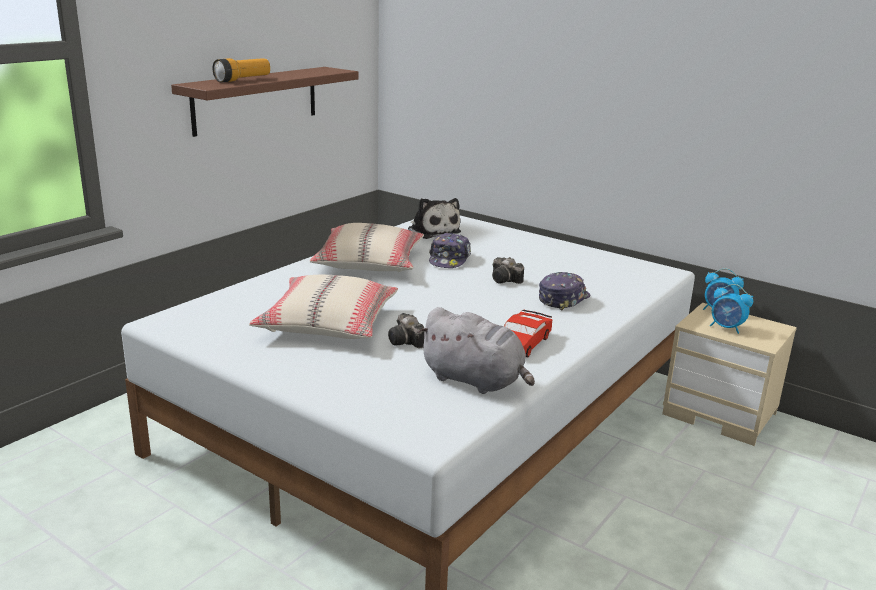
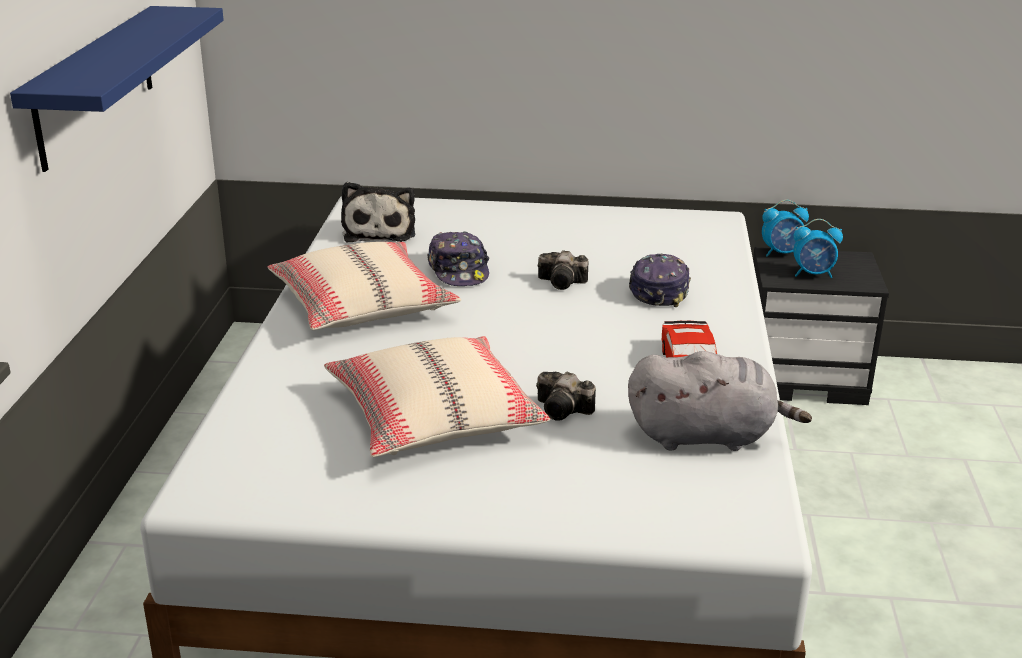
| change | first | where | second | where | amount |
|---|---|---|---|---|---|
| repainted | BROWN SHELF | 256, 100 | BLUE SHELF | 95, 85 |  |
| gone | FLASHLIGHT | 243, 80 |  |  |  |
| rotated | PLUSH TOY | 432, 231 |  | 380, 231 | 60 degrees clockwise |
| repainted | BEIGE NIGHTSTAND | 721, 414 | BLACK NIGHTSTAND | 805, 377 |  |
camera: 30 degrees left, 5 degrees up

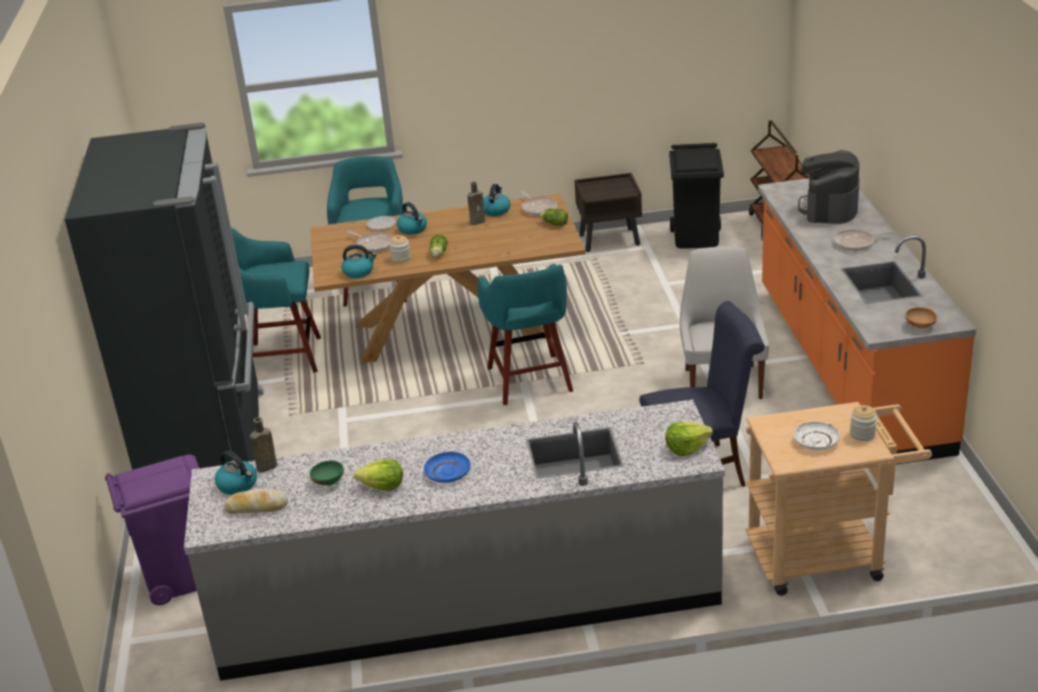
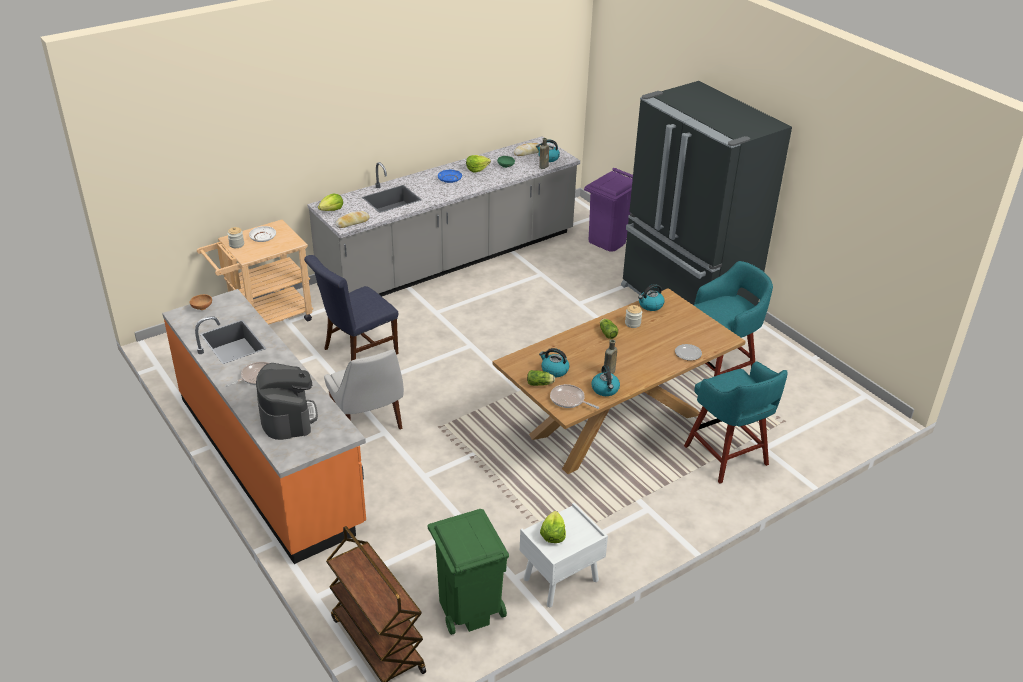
| change | first | where | second | where | amount |
|---|---|---|---|---|---|
| gone | FRYING PAN | 373, 245 |  |  |  |
| shifted | KETTLE | 413, 229 |  | 554, 370 |  |
| gone | TURQUOISE STOOL | 530, 381 |  |  |  |
| repainted | BROWN NIGHTSTAND | 610, 240 | WHITE NIGHTSTAND | 560, 580 |  |
| repainted | BLACK TRASH CAN | 696, 237 | GREEN TRASH CAN | 468, 608 |  |
| new |  |  | BREAD | 352, 222 |  |
| new |  |  | LETTUCE | 552, 534 |  |
camera: 150 degrees right, 5 degrees up

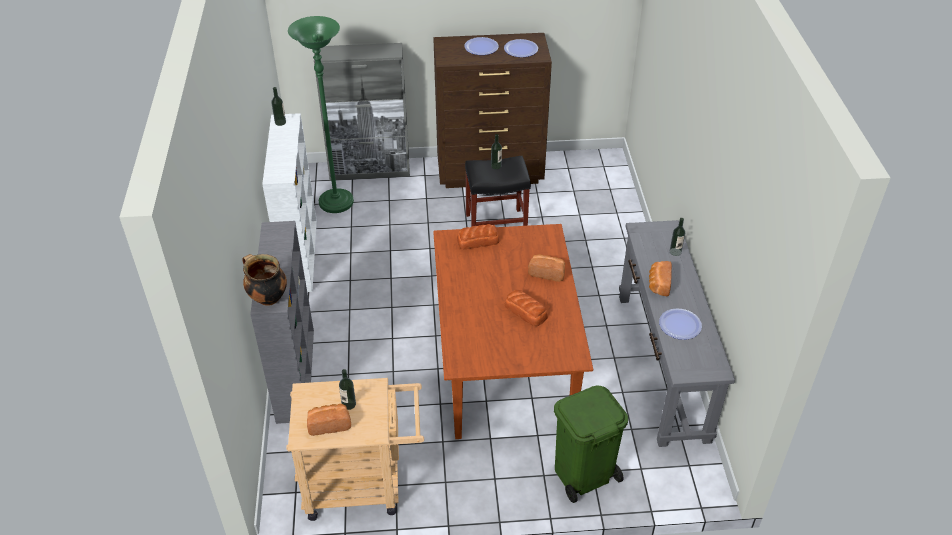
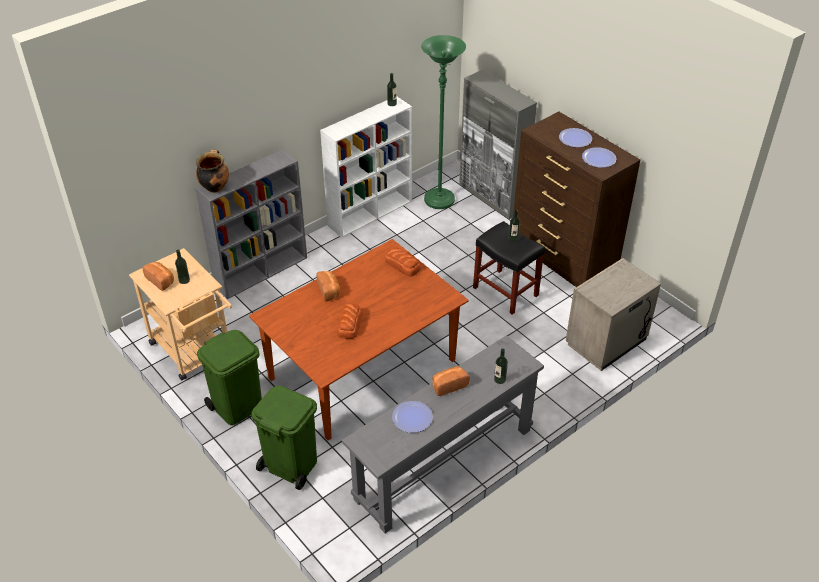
| change | first | where | second | where | amount |
|---|---|---|---|---|---|
| shifted | BREAD | 547, 273 |  | 329, 291 |  |
| new |  |  | GREEN TRASH CAN | 238, 406 |  |
| new |  |  | BEIGE NIGHTSTAND | 607, 342 |  |
camera: 55 degrees right, 0 degrees up

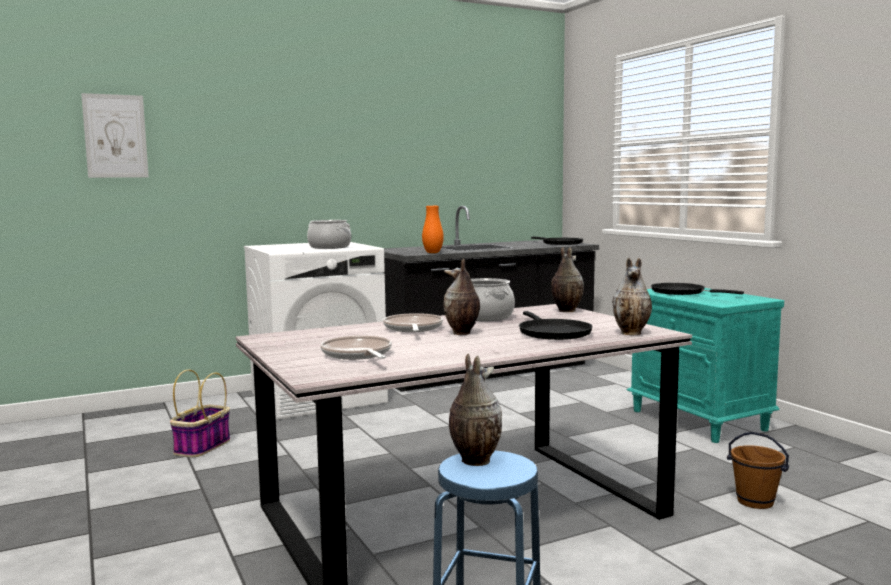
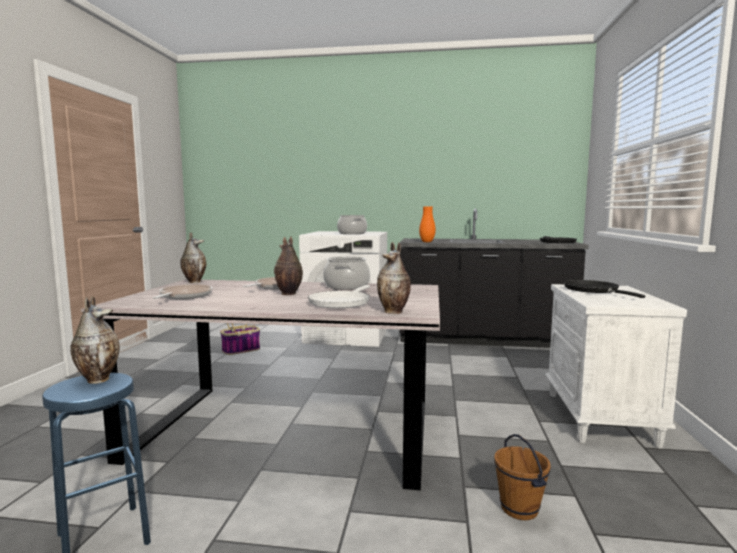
| change | first | where | second | where | amount |
|---|---|---|---|---|---|
| gone | PICTURE | 115, 136 |  |  |  |
| repainted | BLACK FRYING PAN | 552, 333 | WHITE FRYING PAN | 341, 302 |  |
| shifted | VASE | 565, 311 |  | 194, 281 |  |
| repainted | TURQUOISE NIGHTSTAND | 699, 420 | WHITE NIGHTSTAND | 600, 418 |  |
camera: 35 degrees right, 0 degrees up

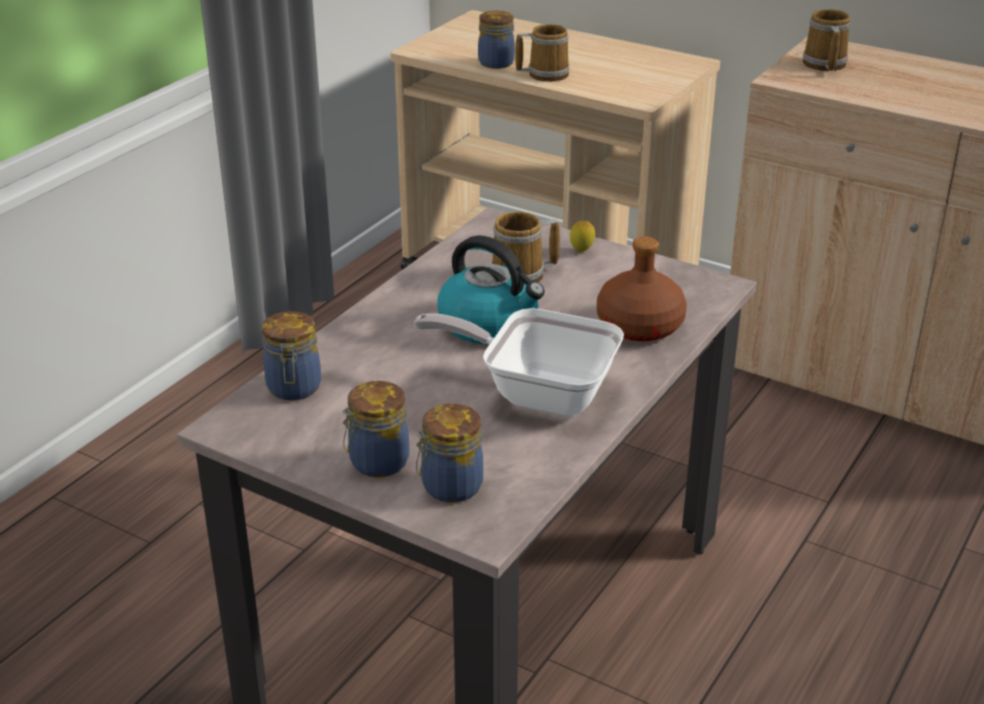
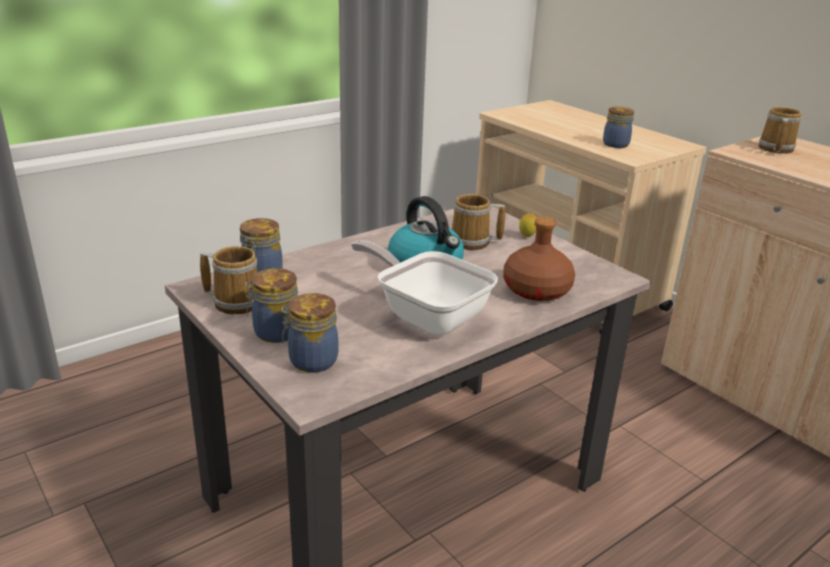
| change | first | where | second | where | amount |
|---|---|---|---|---|---|
| shifted | JAR | 496, 62 |  | 615, 144 |  |
| shifted | MUG | 545, 74 |  | 235, 301 |  |
camera: 20 degrees right, 5 degrees down

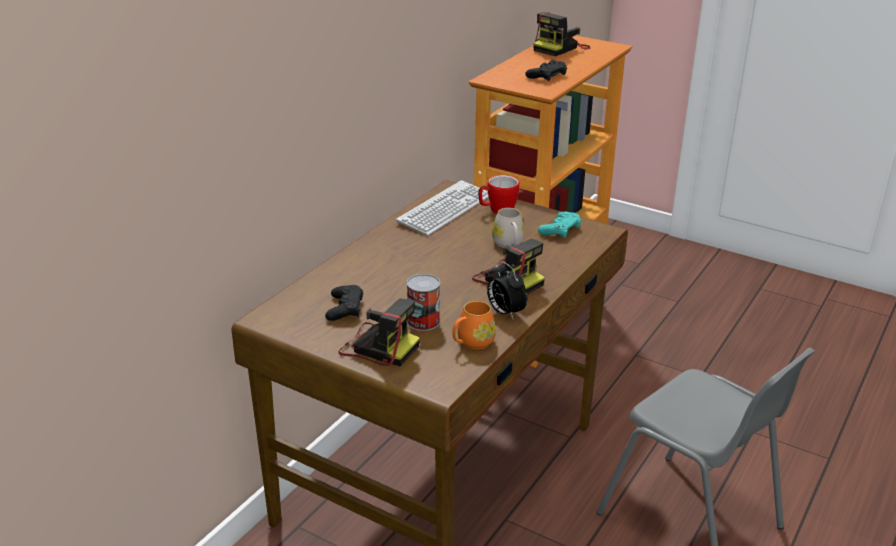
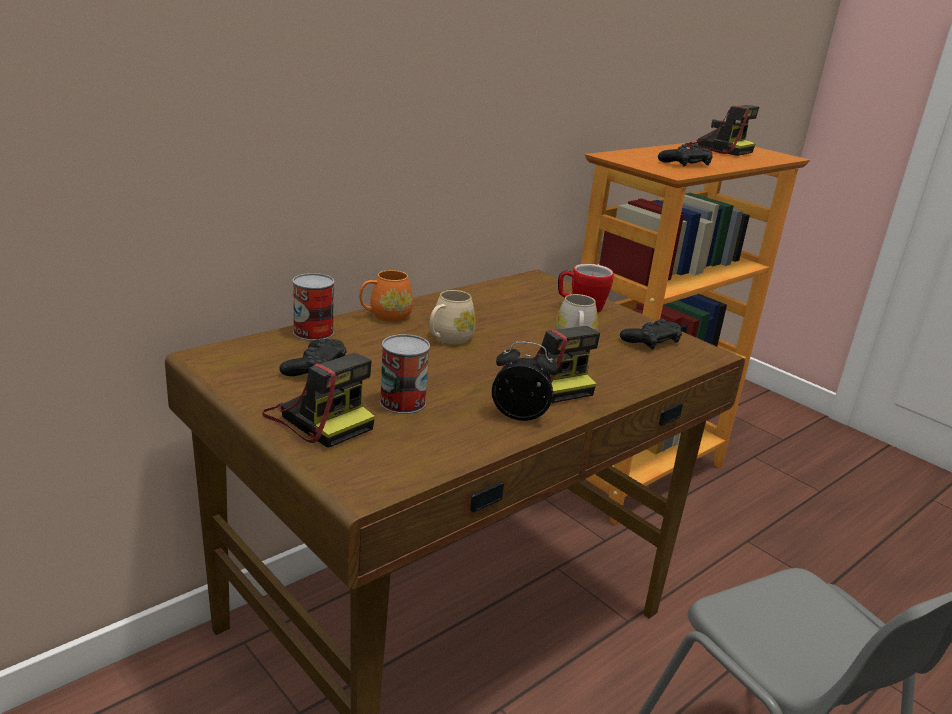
| change | first | where | second | where | amount |
|---|---|---|---|---|---|
| gone | KEYBOARD | 445, 209 |  |  |  |
| shifted | ORANGE MUG | 472, 343 |  | 385, 316 |  |
| rotated | ALARM CLOCK | 505, 312 |  | 520, 416 | 120 degrees clockwise |
| rotated | PHOTO CAMERA | 560, 48 |  | 717, 149 | 105 degrees counterclockwise |
| repainted | TURQUOISE GAME CONTROLLER | 560, 230 | BLACK GAME CONTROLLER | 651, 341 |  |
| new |  |  | CAN | 313, 332 |  |
| new |  |  | BEIGE MUG | 448, 339 |  |
camera: 15 degrees right, 5 degrees down

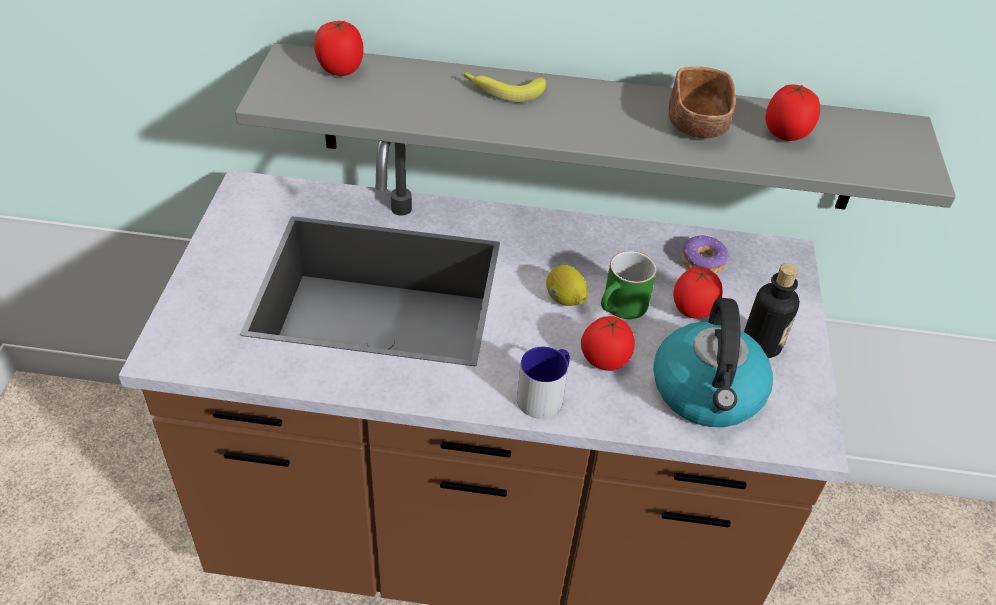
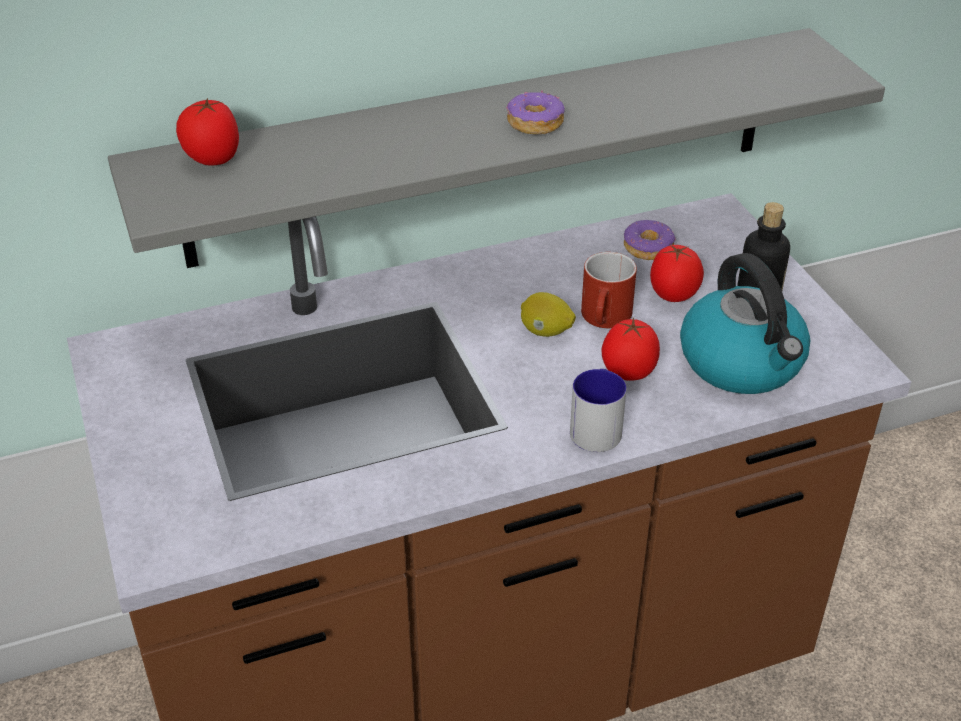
| change | first | where | second | where | amount |
|---|---|---|---|---|---|
| gone | BANANA | 501, 90 |  |  |  |
| repainted | GREEN MUG | 621, 309 | RED MUG | 606, 319 |  |
| gone | BROWN BOWL | 697, 123 |  |  |  |
| gone | TOMATO | 785, 135 |  |  |  |
| new |  |  | DONUT | 534, 123 |  |
camera: 25 degrees left, 5 degrees down

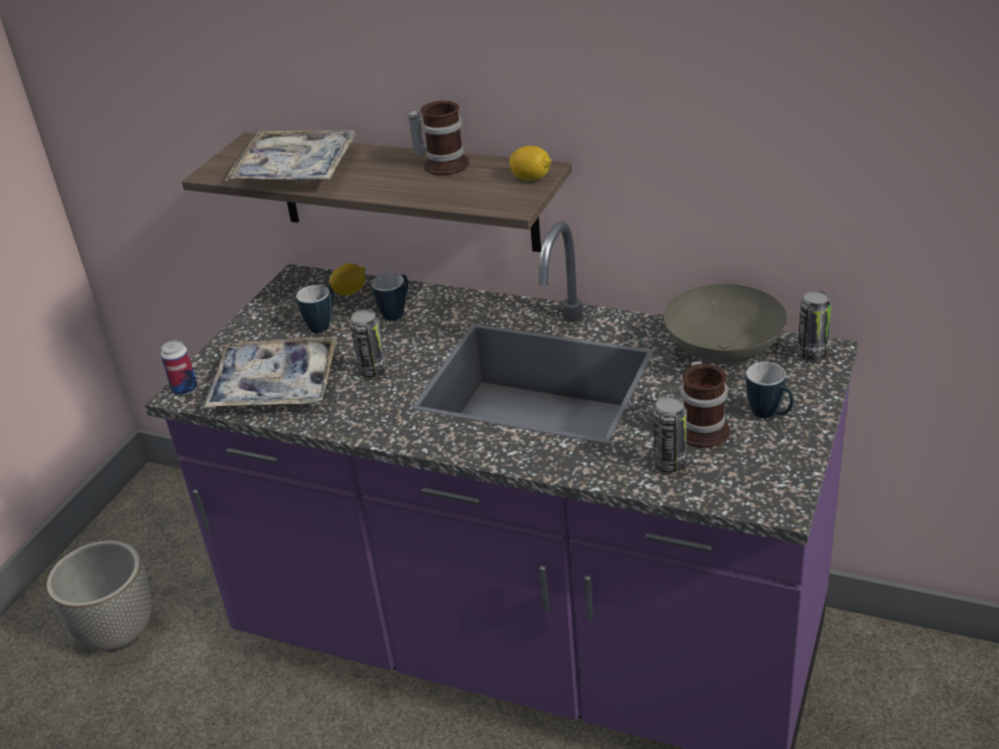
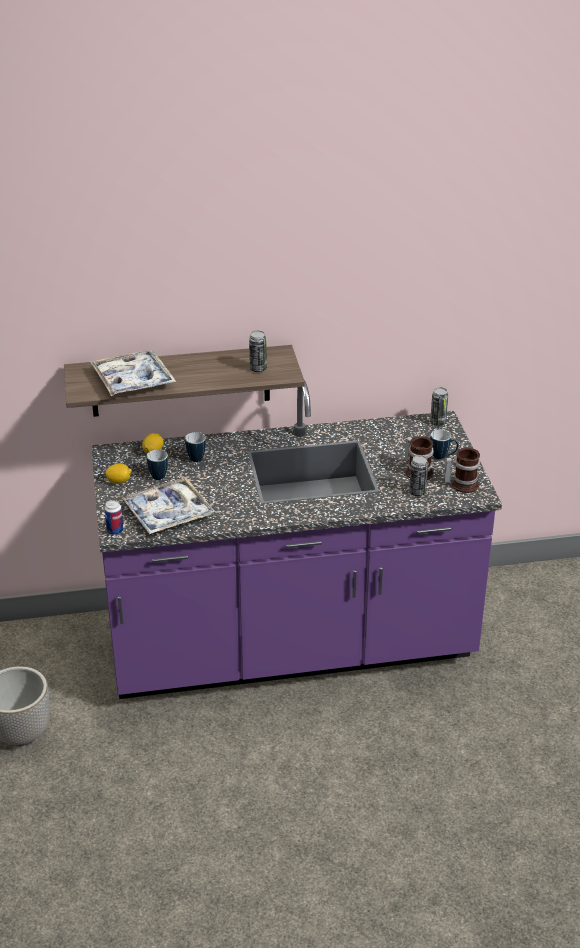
| change | first | where | second | where | amount |
|---|---|---|---|---|---|
| shifted | CAN | 373, 371 |  | 258, 369 |  |
| shifted | MUG | 443, 163 |  | 461, 484 |  |
| shifted | LEMON | 531, 178 |  | 119, 481 |  |
| gone | GREY BOWL | 725, 353 |  |  |  |
camera: 35 degrees left, 0 degrees up

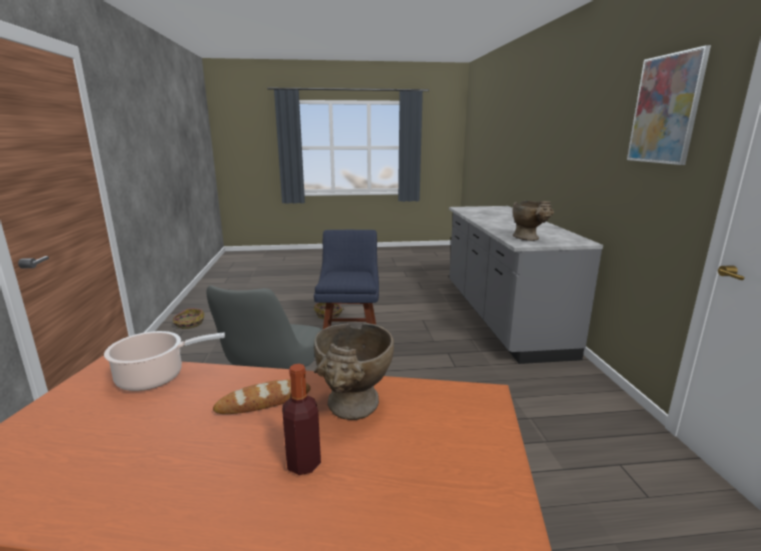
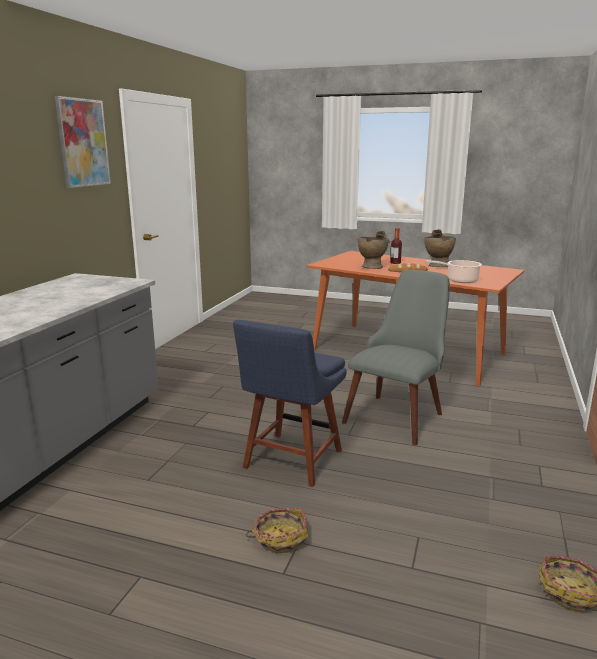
| change | first | where | second | where | amount |
|---|---|---|---|---|---|
| shifted | BEIGE VASE | 530, 239 |  | 437, 265 |  |
camera: 155 degrees left, 0 degrees up

